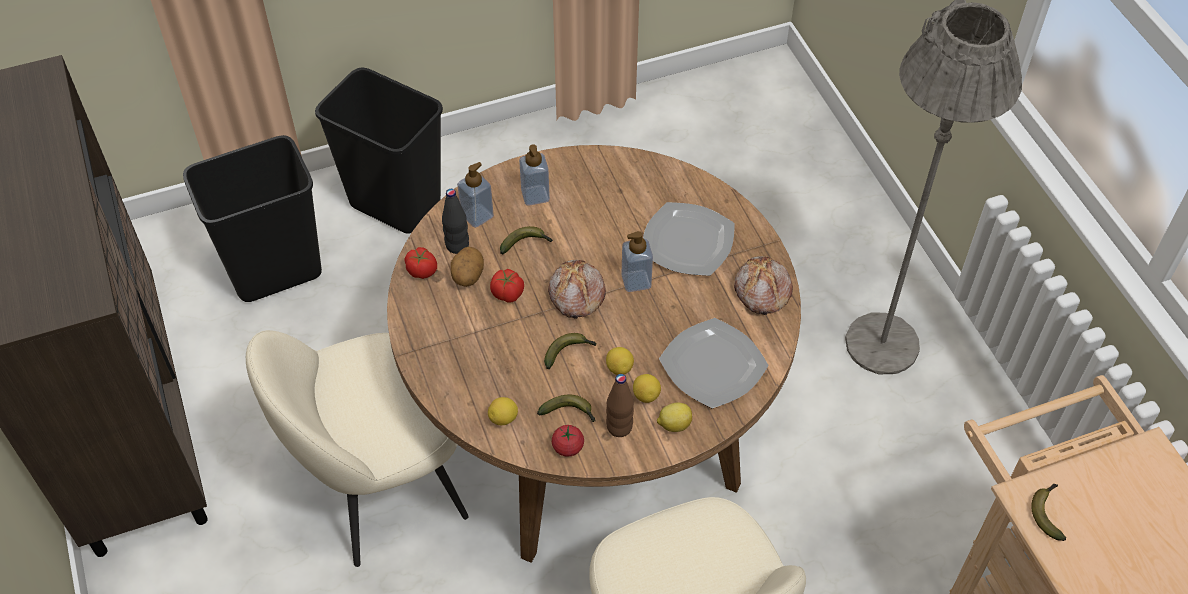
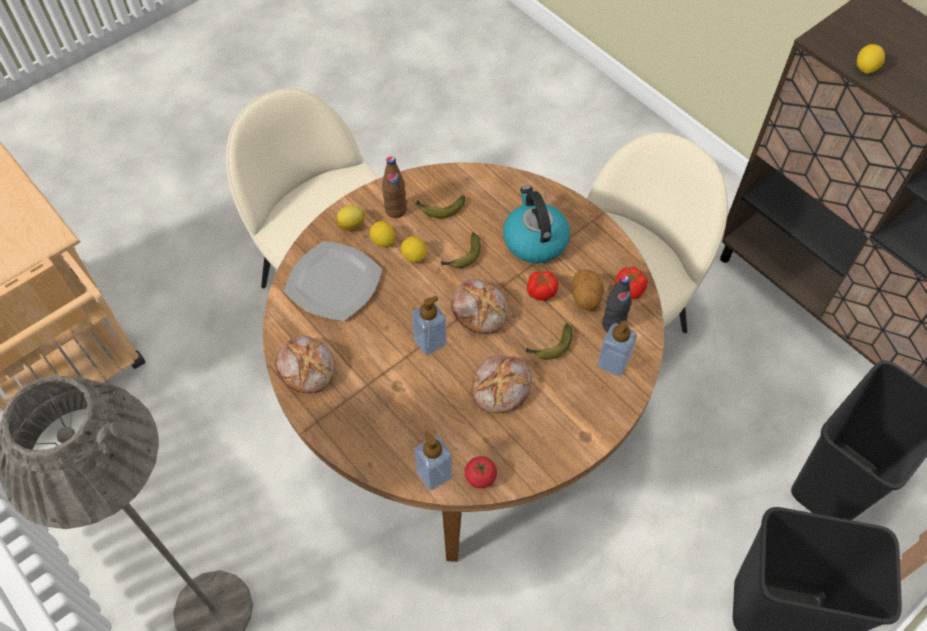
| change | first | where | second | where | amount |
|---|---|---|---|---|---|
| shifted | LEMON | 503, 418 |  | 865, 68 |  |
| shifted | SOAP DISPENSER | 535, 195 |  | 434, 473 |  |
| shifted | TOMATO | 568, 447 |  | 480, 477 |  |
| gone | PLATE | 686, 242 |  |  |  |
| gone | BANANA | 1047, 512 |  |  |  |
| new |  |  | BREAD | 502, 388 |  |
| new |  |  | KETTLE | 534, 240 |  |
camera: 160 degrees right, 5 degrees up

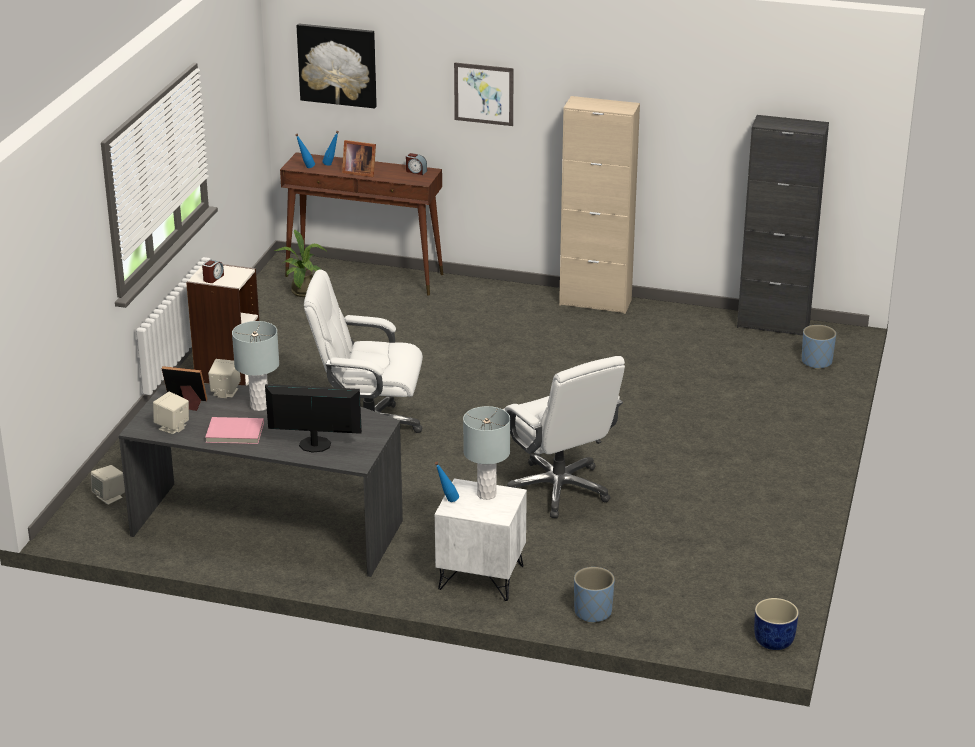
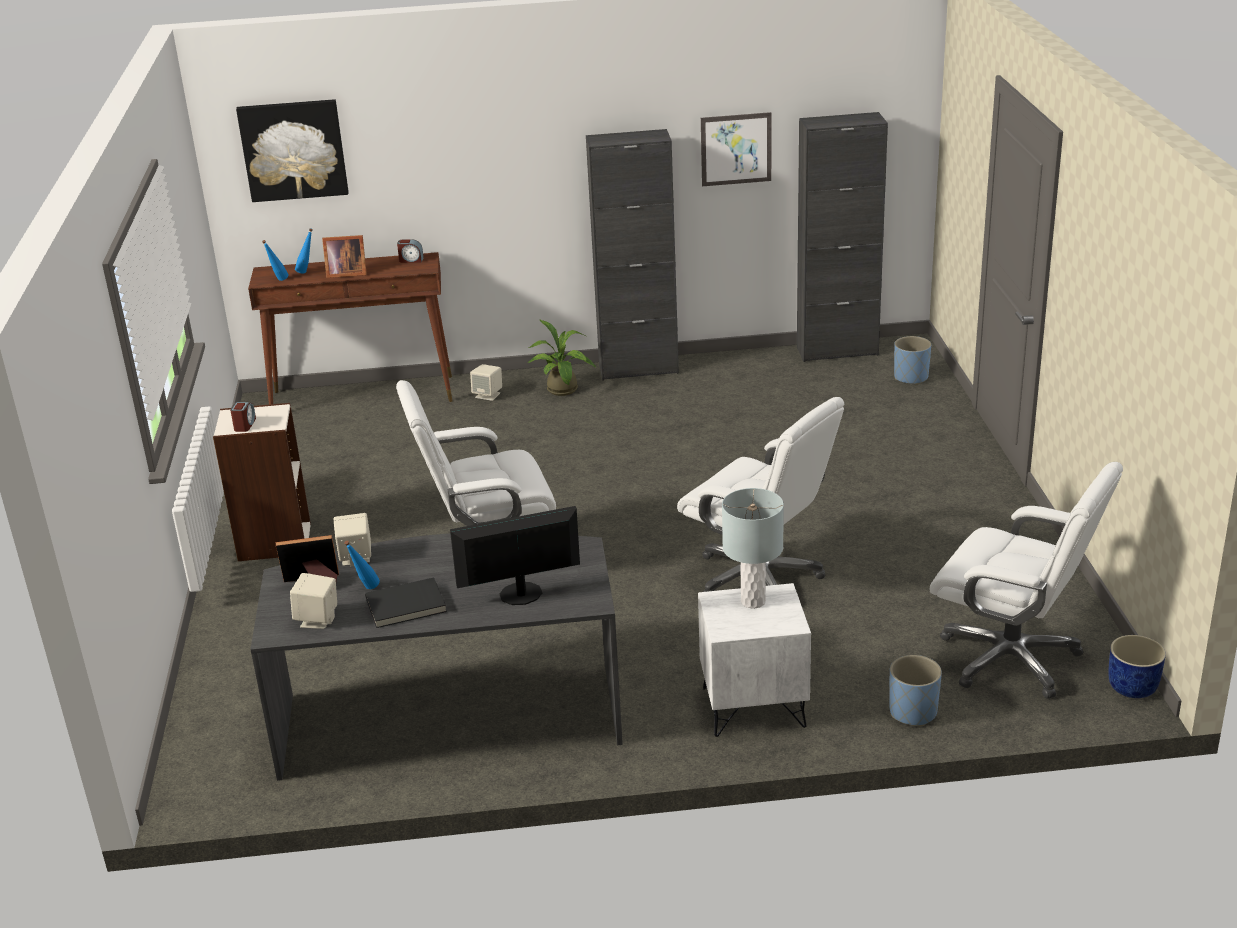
| change | first | where | second | where | amount |
|---|---|---|---|---|---|
| shifted | BEIGE SPEAKER | 110, 497 |  | 488, 395 |  |
| repainted | PINK BOOK | 234, 433 | BLACK BOOK | 406, 606 |  |
| gone | GREY TABLE LAMP | 260, 406 |  |  |  |
| shifted | POTTED PLANT | 304, 293 |  | 564, 391 |  |
| shifted | BLUE BOTTLE | 446, 501 |  | 365, 589 |  |
| shifted | PICTURE | 483, 94 |  | 736, 149 |  |
| repainted | BEIGE CABINET | 595, 302 | BLACK CABINET | 638, 369 |  |
| new |  |  | WHITE OFFICE CHAIR | 1011, 658 |  |
camera: 20 degrees left, 0 degrees up

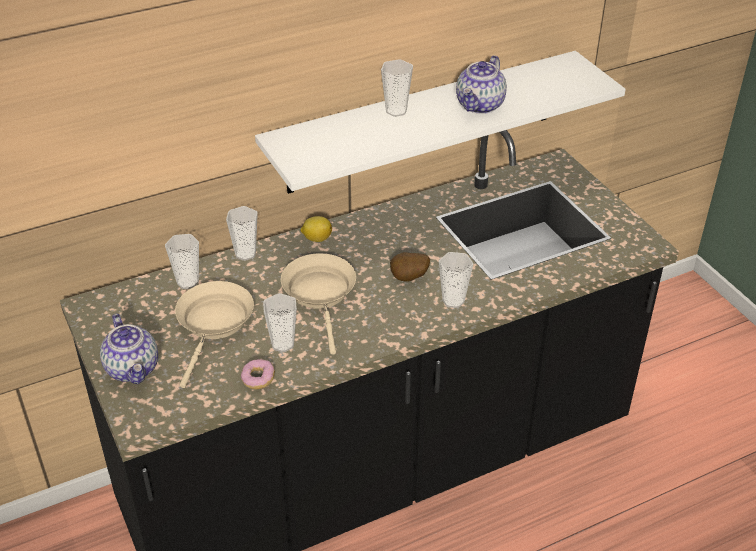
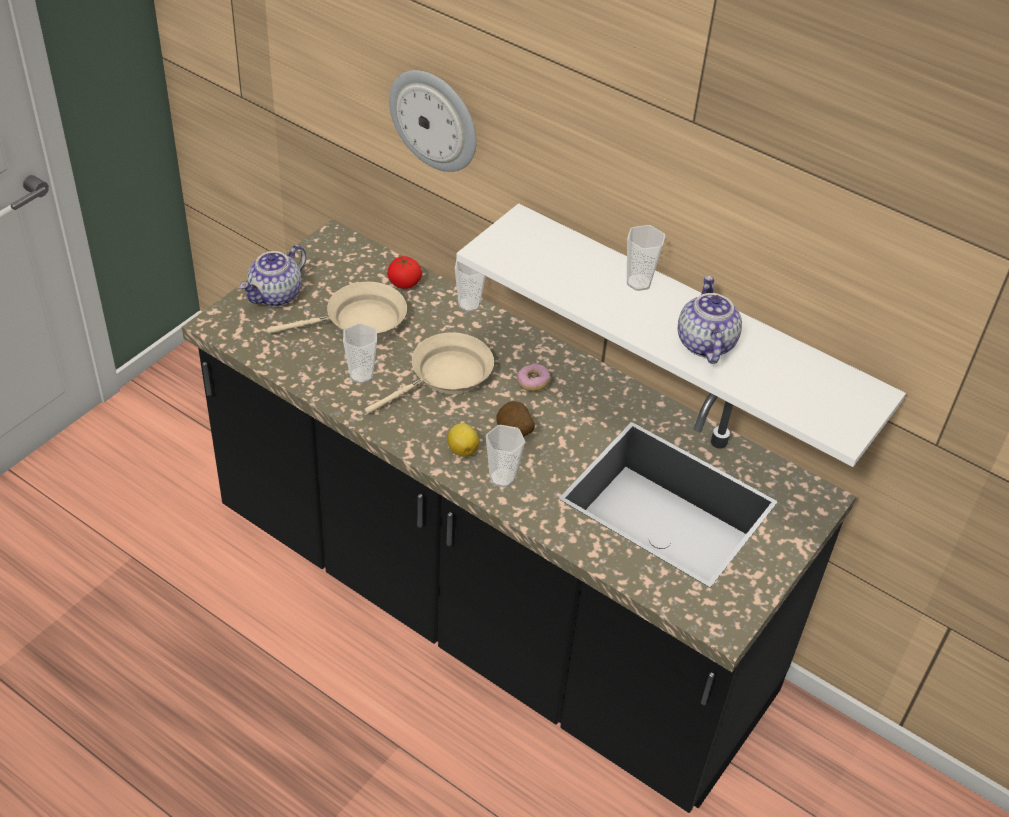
| change | first | where | second | where | amount |
|---|---|---|---|---|---|
| swapped | CUP | 188, 282 | TOMATO | 404, 283 |  |
| shifted | DONUT | 258, 379 |  | 533, 383 |  |
| shifted | LEMON | 316, 238 |  | 462, 449 |  |
| rotated | TEAPOT | 480, 105 |  | 704, 343 | 90 degrees clockwise |
| new |  |  | WALL CLOCK | 434, 120 |  |
camera: 60 degrees right, 5 degrees up

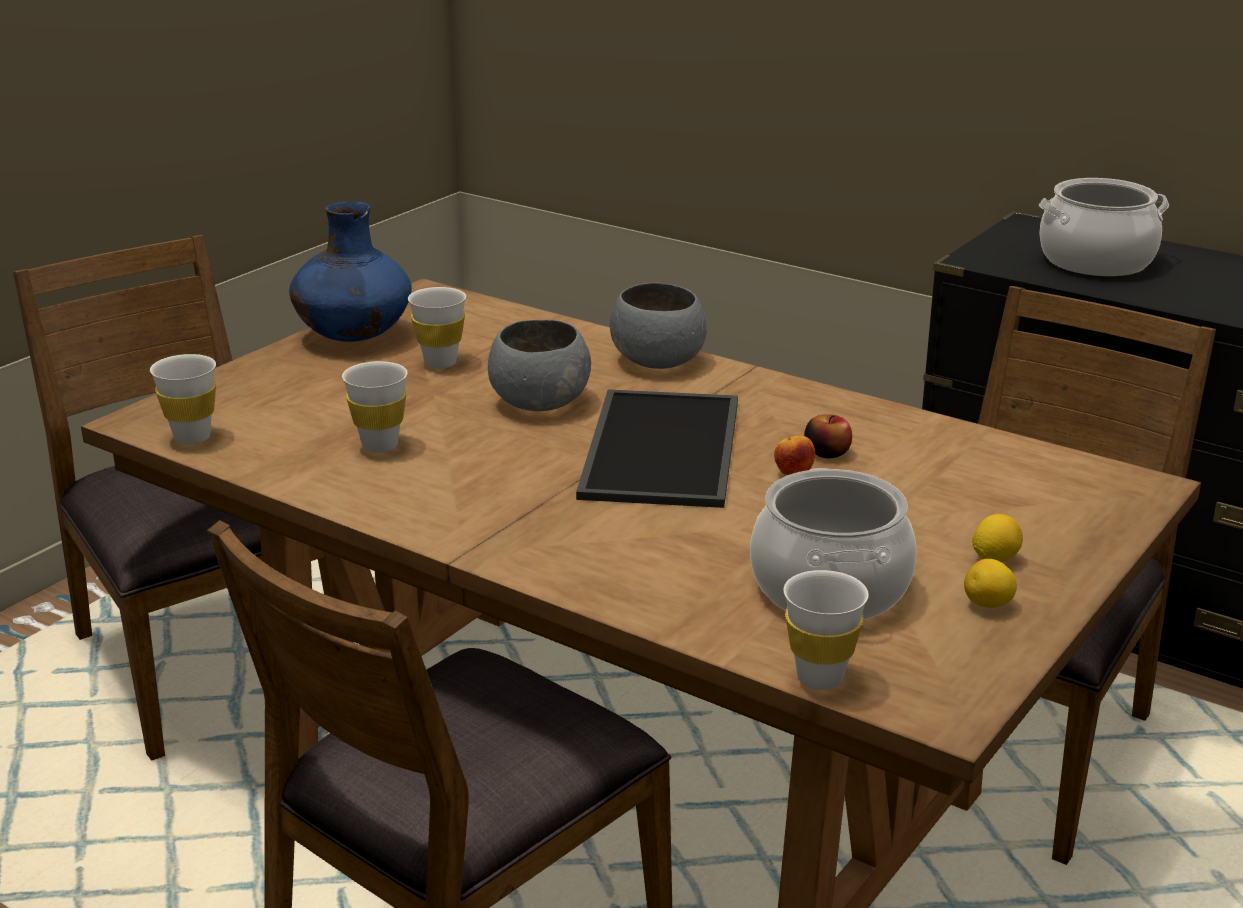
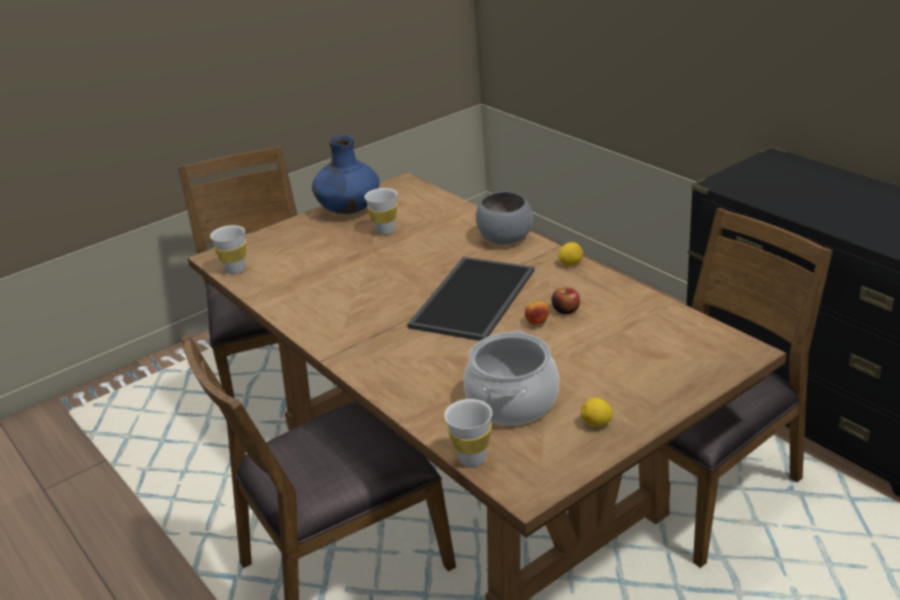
| change | first | where | second | where | amount |
|---|---|---|---|---|---|
| gone | WHITE CUP | 380, 446 |  |  |  |
| gone | GREY BOWL | 538, 403 |  |  |  |
| shifted | LEMON | 994, 559 |  | 570, 264 |  |
| gone | COOKING POT | 1096, 261 |  |  |  |
camera: 20 degrees right, 5 degrees up

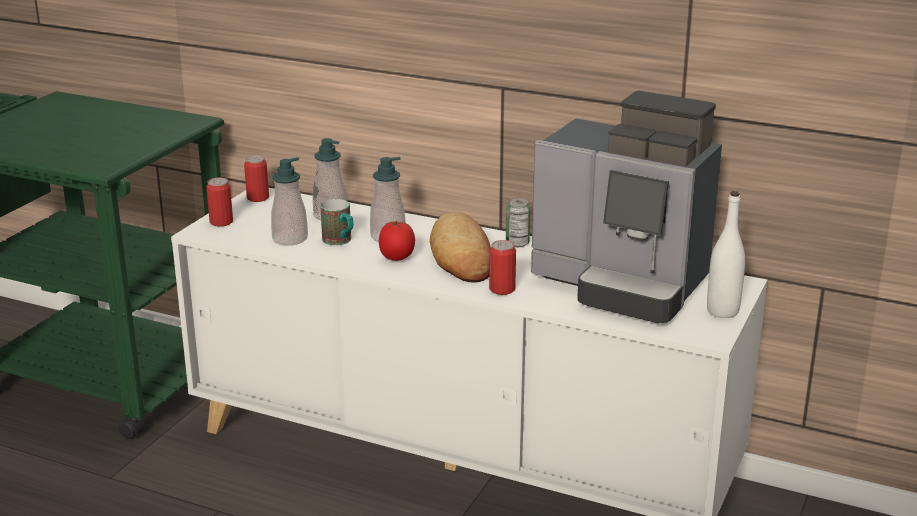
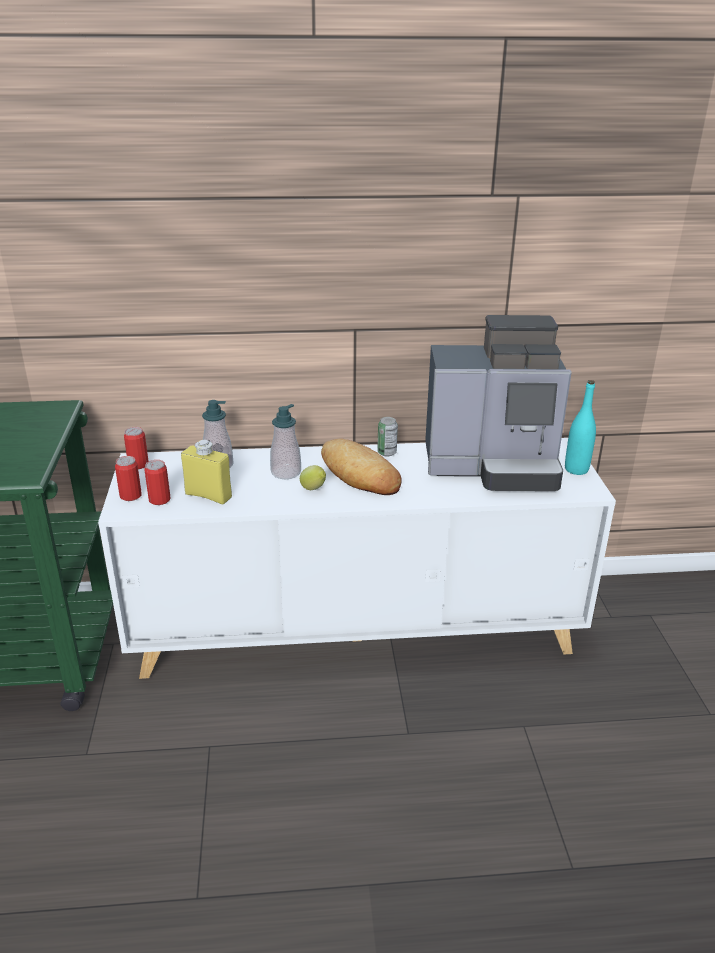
| change | first | where | second | where | amount |
|---|---|---|---|---|---|
| swapped | SOAP DISPENSER | 290, 239 | YELLOW BOTTLE | 208, 495 |  |
| gone | MUG | 340, 241 |  |  |  |
| swapped | TOMATO | 397, 258 | LEMON | 314, 489 |  |
| shifted | CAN | 502, 289 |  | 159, 500 |  |
| repainted | WHITE BOTTLE | 722, 311 | TURQUOISE BOTTLE | 576, 469 |  |
camera: 30 degrees left, 5 degrees up

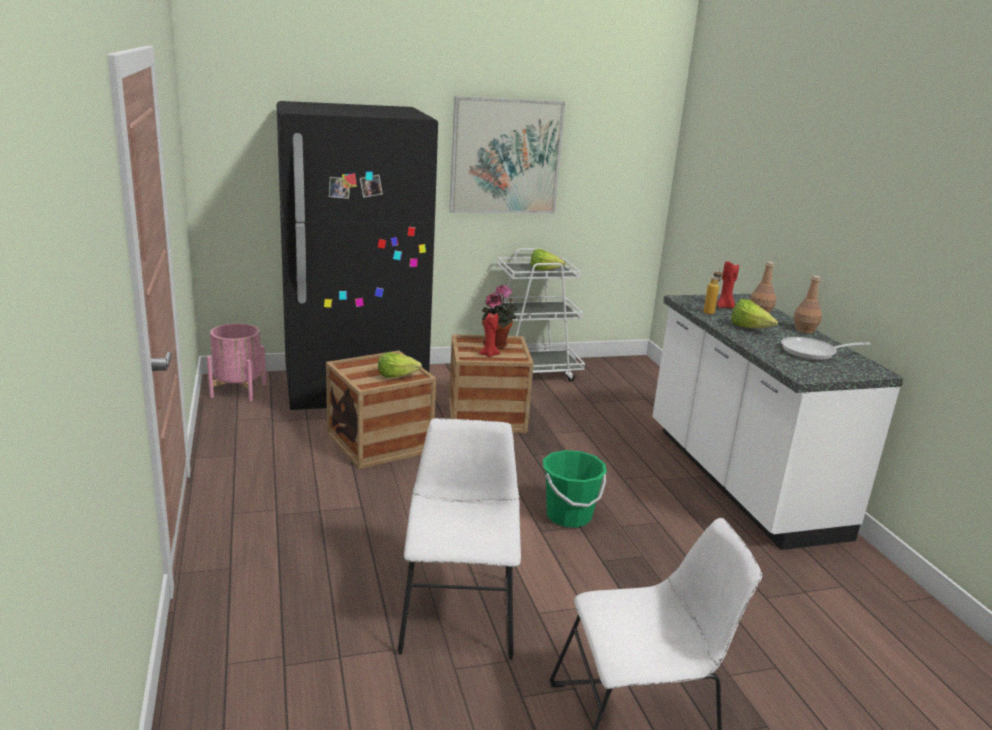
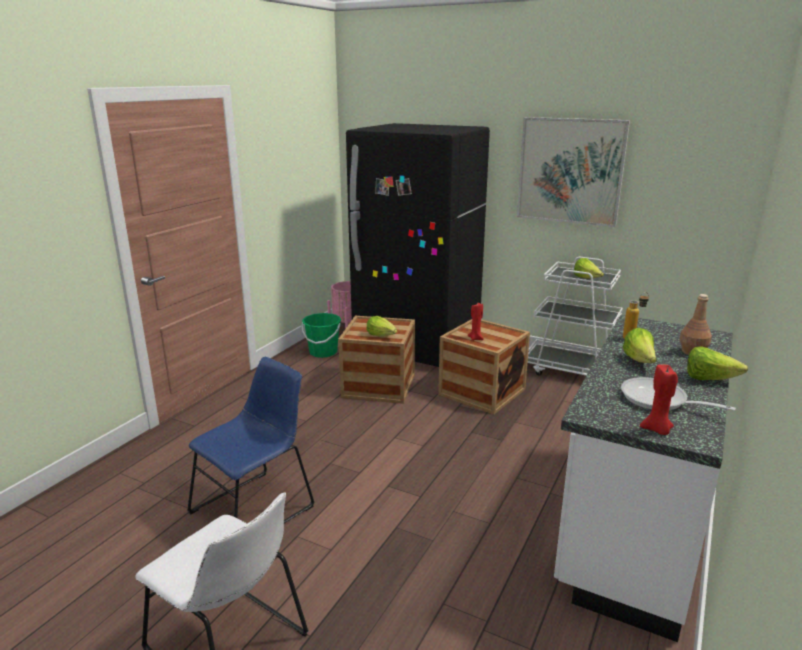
| change | first | where | second | where | amount |
|---|---|---|---|---|---|
| repainted | WHITE CHAIR | 458, 610 | BLUE CHAIR | 256, 507 |  |
| gone | POTTED PLANT | 497, 345 |  |  |  |
| shifted | GREEN BUCKET | 568, 516 |  | 323, 352 |  |
| shifted | RED CANDLE | 724, 307 |  | 657, 430 |  |
| swapped | BROWN BOTTLE | 804, 330 | LETTUCE | 709, 379 |  |
camera: 45 degrees right, 0 degrees up

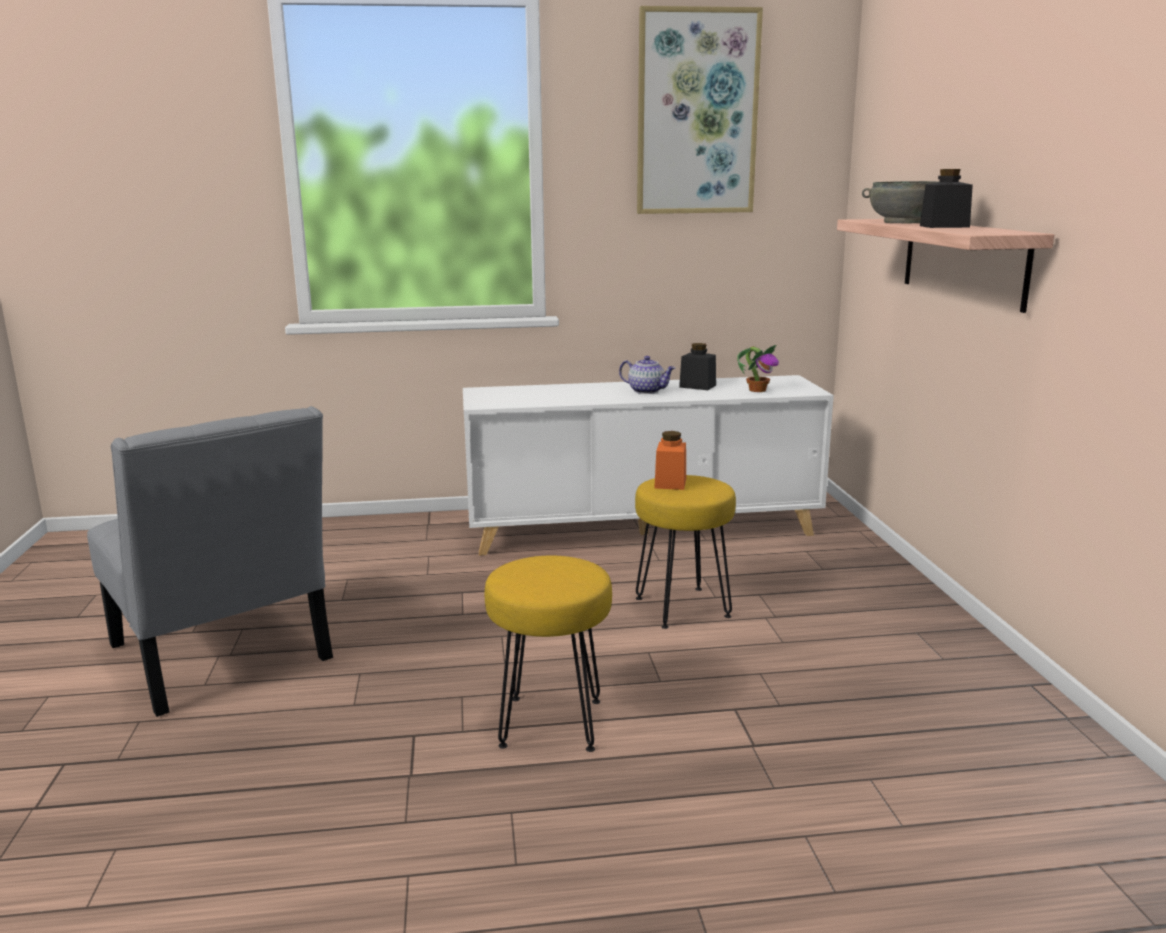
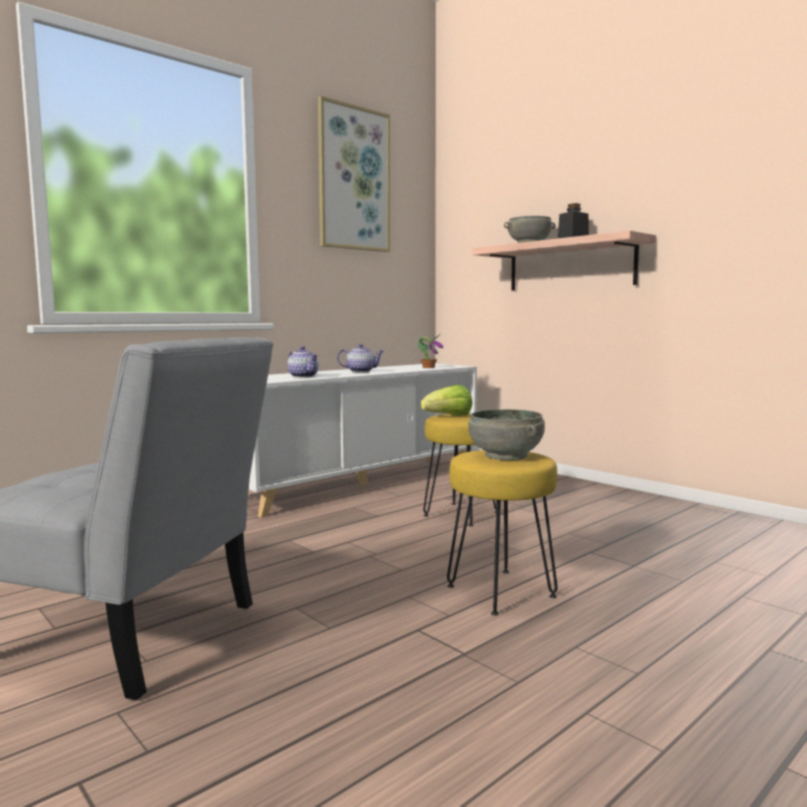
| change | first | where | second | where | amount |
|---|---|---|---|---|---|
| swapped | ORANGE JAR | 670, 483 | LETTUCE | 449, 416 |  |
| gone | BLACK JAR | 697, 386 |  |  |  |
| new |  |  | TEAPOT | 304, 376 |  |
| new |  |  | GREY BOWL | 507, 456 |  |
camera: 35 degrees left, 10 degrees down

